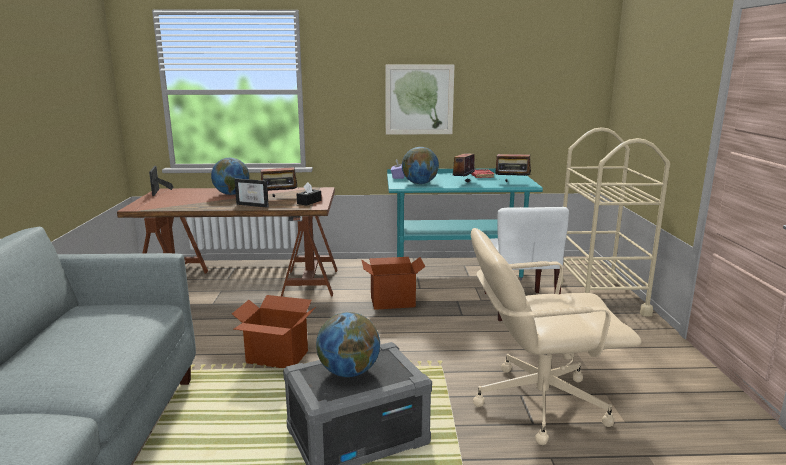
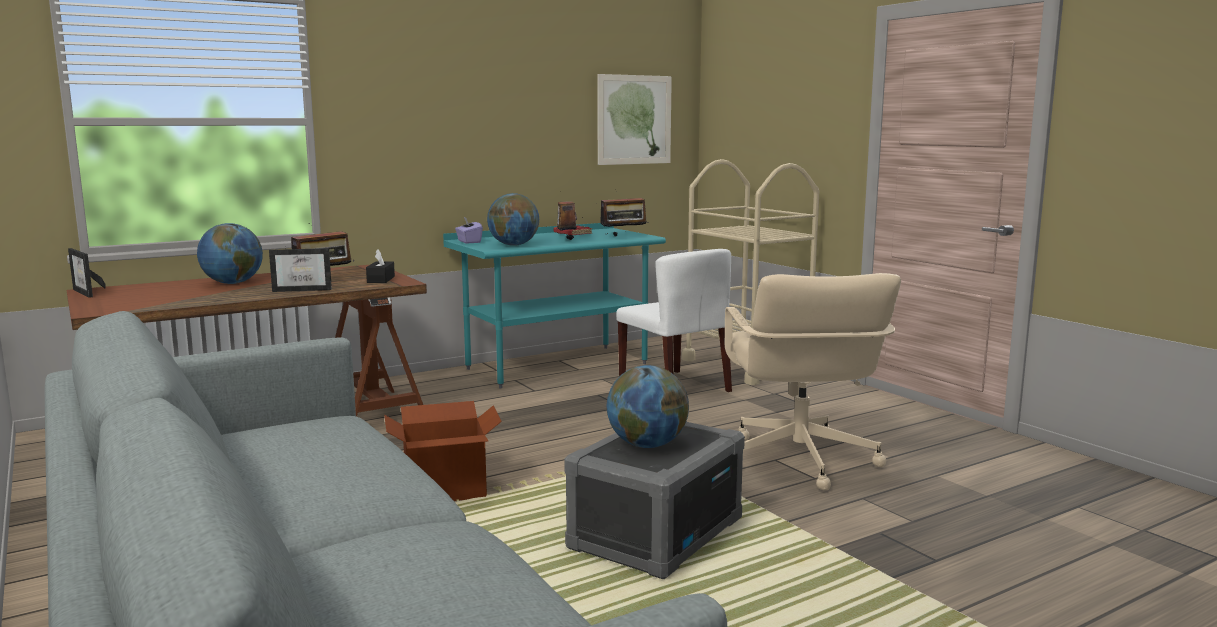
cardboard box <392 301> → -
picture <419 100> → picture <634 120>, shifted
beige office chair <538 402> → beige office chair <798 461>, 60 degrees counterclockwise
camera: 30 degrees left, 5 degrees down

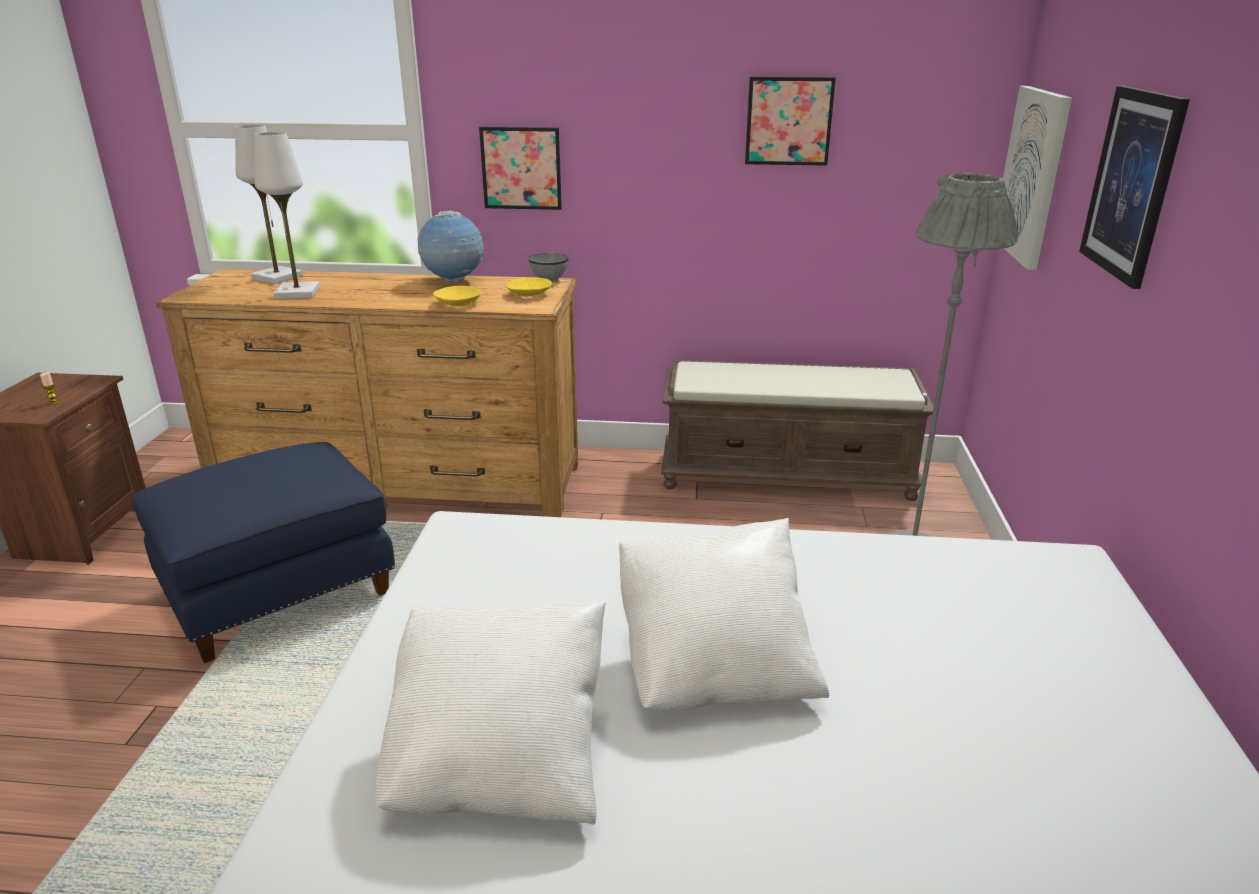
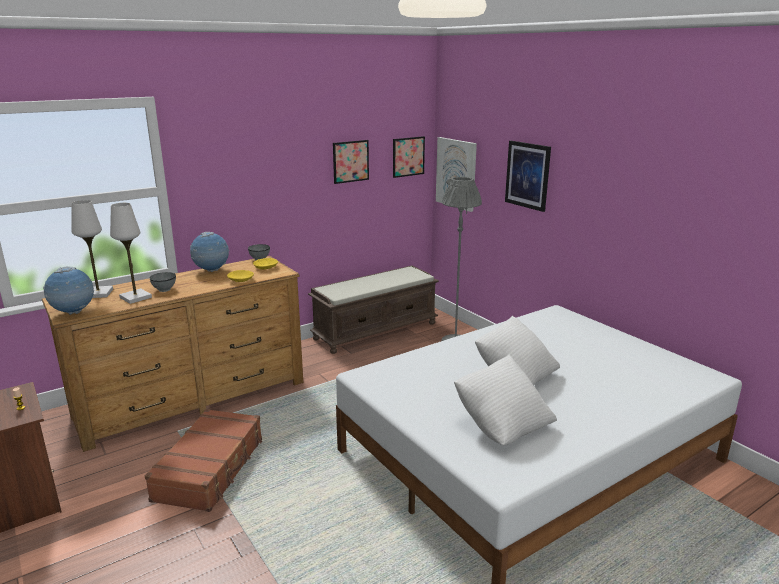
- → globe <73 313>
- → grey bowl <164 289>
picture <521 168> → picture <408 156>, shifted
blue ottoman <279 591> → brown suitcase <211 469>
camera: 40 degrees left, 5 degrees down

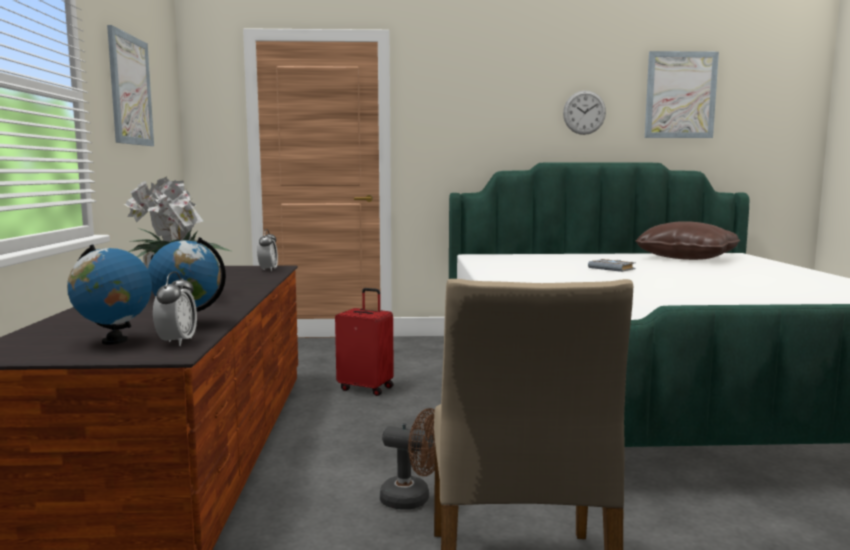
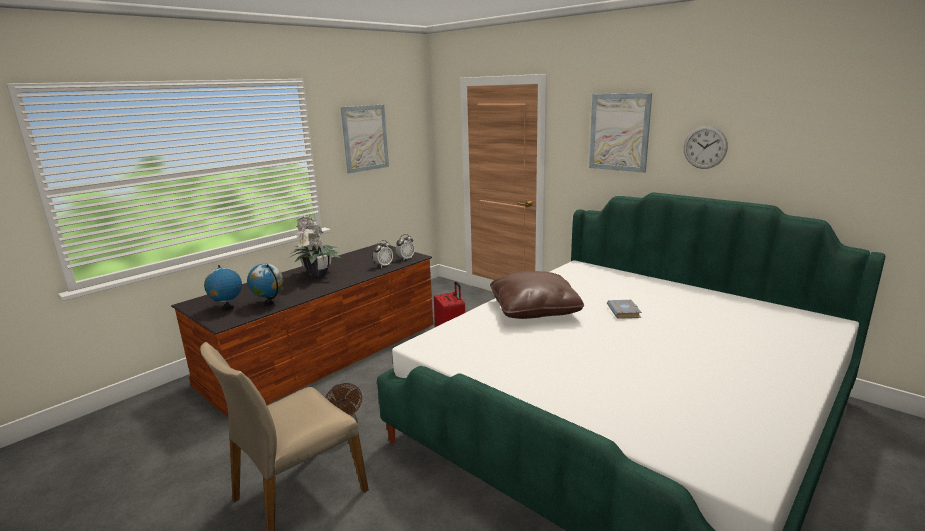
alarm clock <177 342> → alarm clock <383 265>, shifted
brown pillow <686 258> → brown pillow <534 310>, shifted
picture <680 95> → picture <619 132>, shifted
camera: 45 degrees right, 10 degrees up

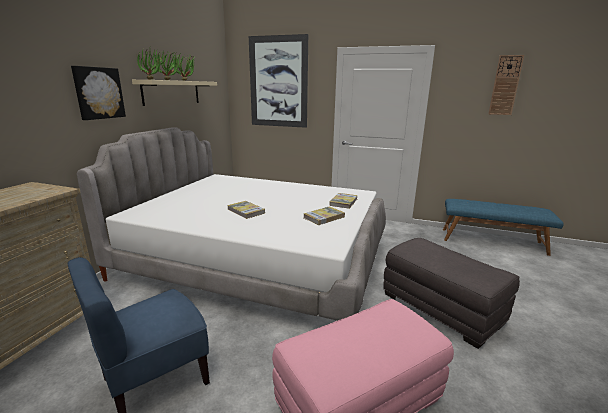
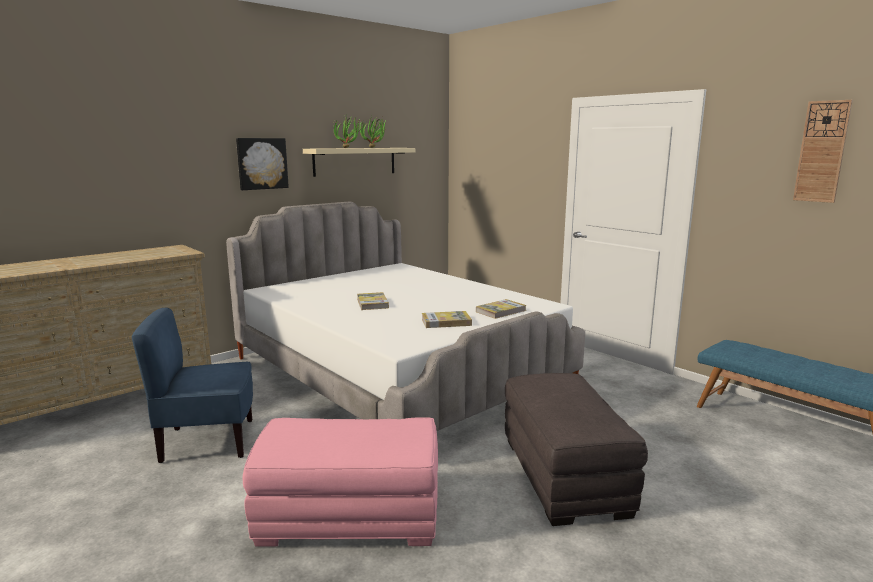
potted plant <153 79> → -
picture <278 82> → -
camera: 30 degrees right, 5 degrees down

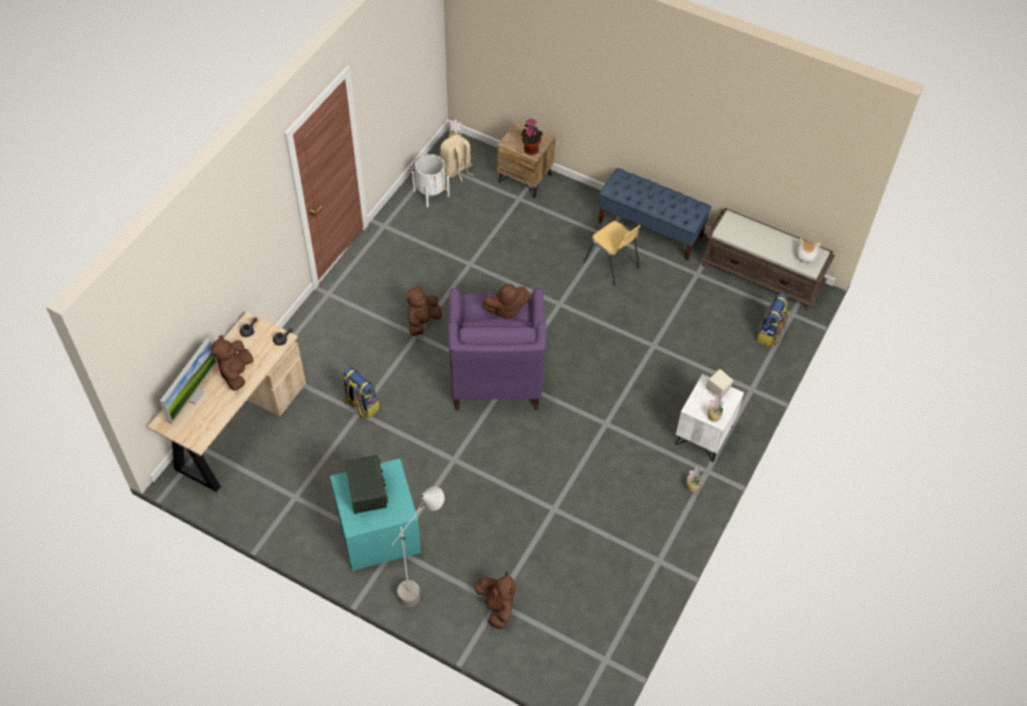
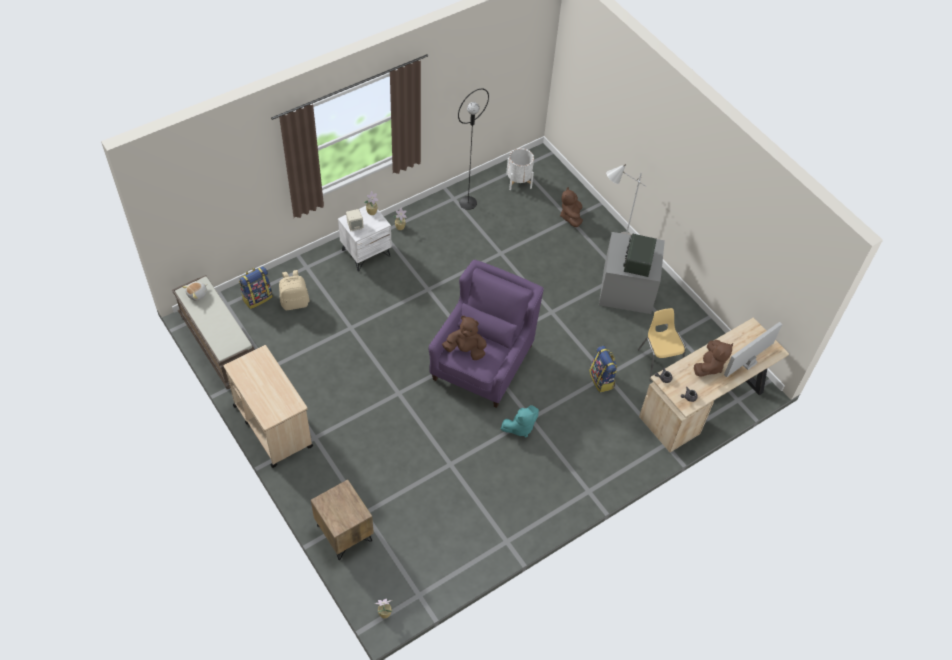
potted plant <530 149> → -
- → black floor lamp <468 202>
white planter <431 193> → white planter <519 181>, shifted
beige backpack <456 170> → beige backpack <295 302>, shifted
yellow chair <612 265> → yellow chair <659 361>, shifted
blue bench <650 229> → beige cart <272 425>
turquoise storage box <377 530> → grey storage box <628 290>
brown plush toy <422 322> → turquoise plush toy <520 427>
camera: 155 degrees left, 0 degrees up

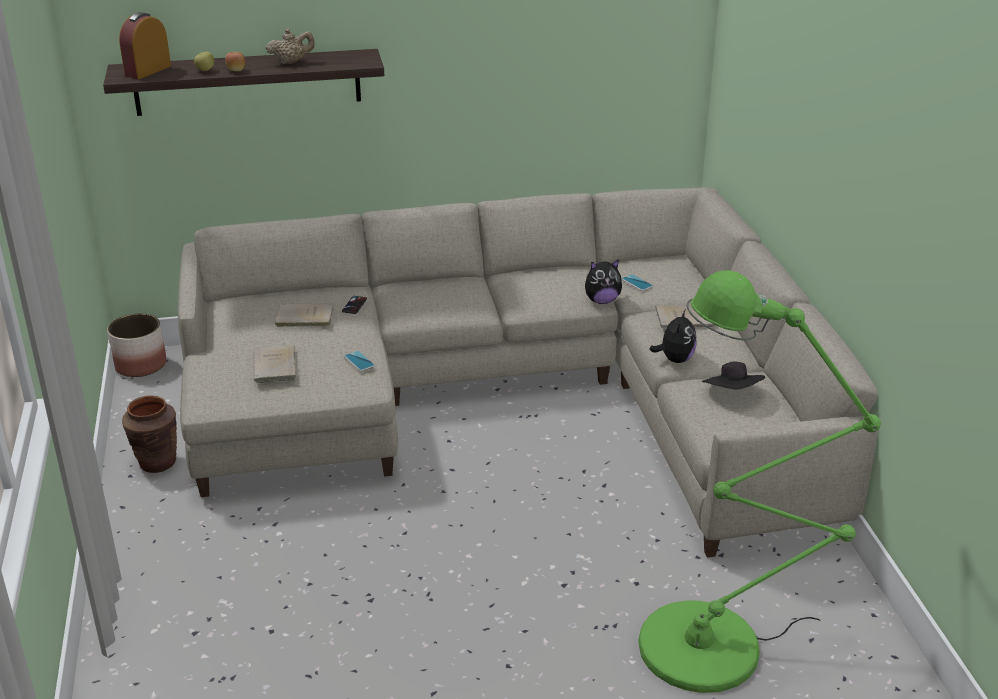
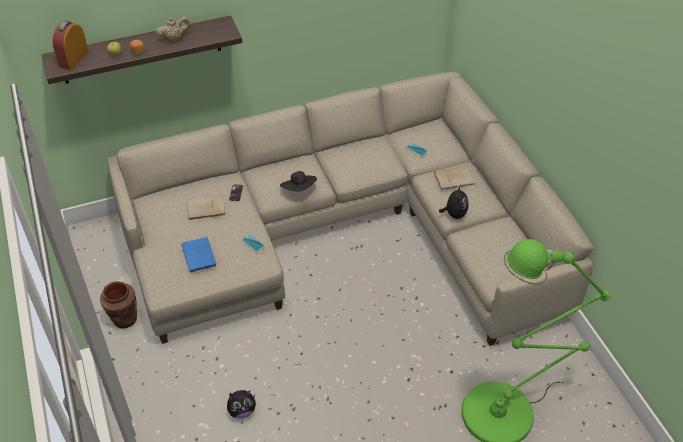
planter <141 365> → -
plush toy <602 301> → plush toy <242 411>, shifted
black hat <732 394> → black hat <299 189>, shifted
beige book <275 367> → blue book <199 256>
camera: 10 degrees left, 15 degrees up

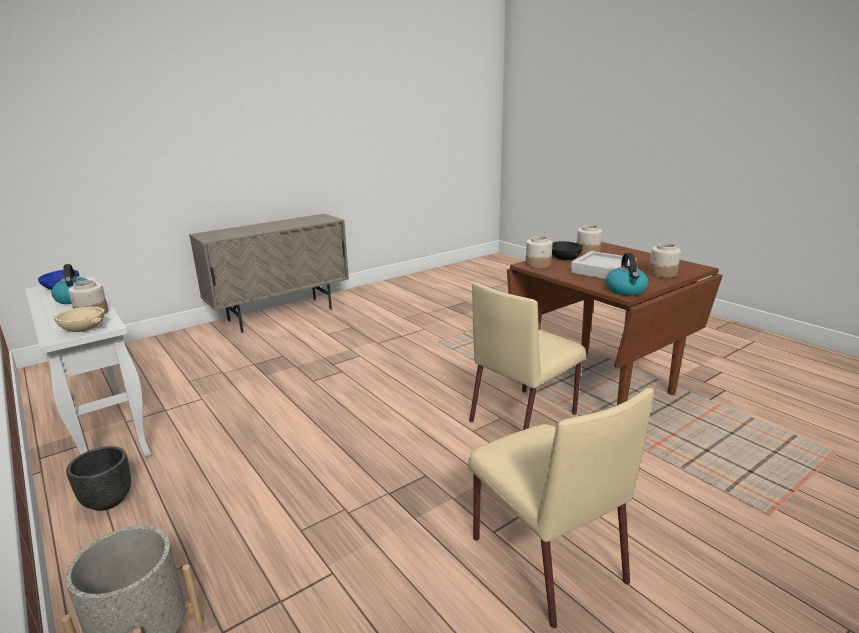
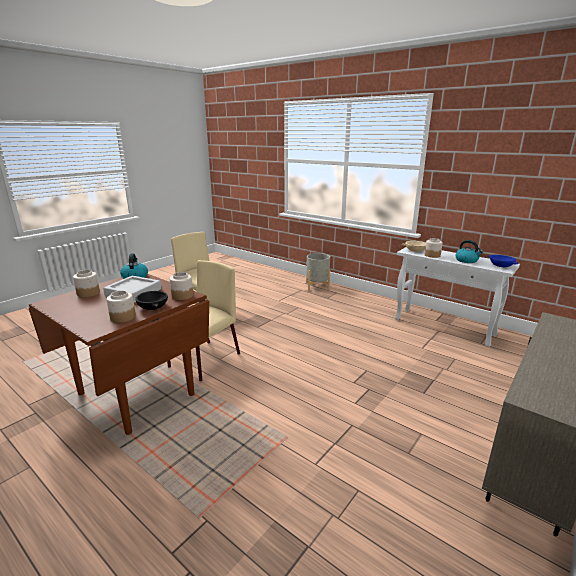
black planter <107 500> → -
camera: 165 degrees right, 0 degrees up

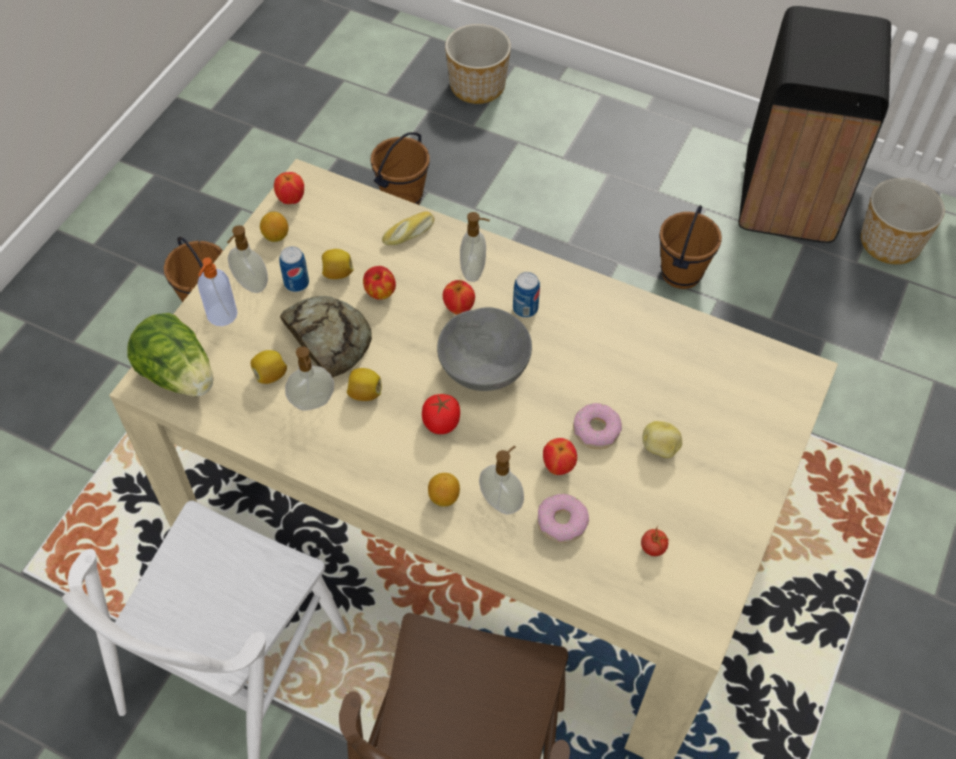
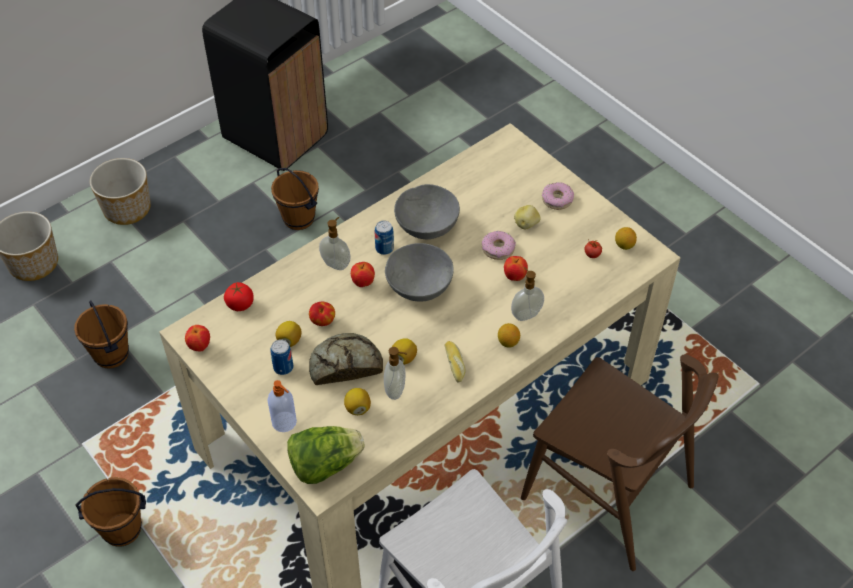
soap dispenser <250 285> → -
- → grey bowl <426 226>
lemon <275 236> → lemon <624 245>, shifted
bread <409 234> → bread <455 364>, shifted
tomato <441 422> → tomato <240 304>, shifted
donut <562 522> → donut <557 199>, shifted
planter <888 243> → planter <126 209>, shifted
camera: 65 degrees left, 5 degrees down

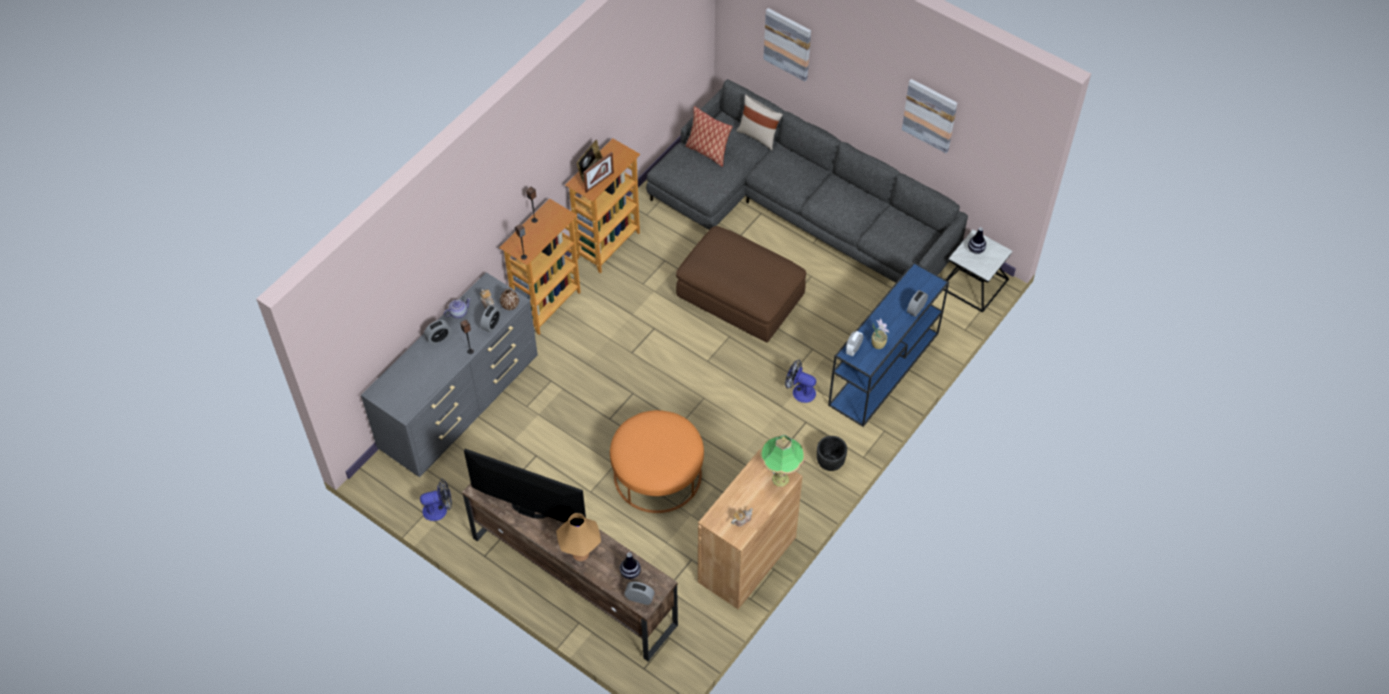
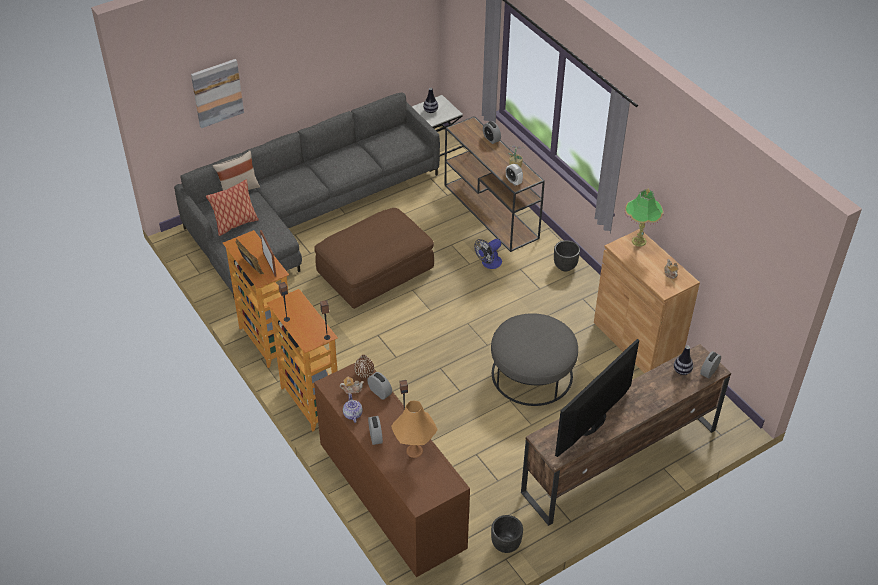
picture <930 115> → -
orange table lamp <580 553> → orange table lamp <414 451>, shifted
fan <439 509> → black planter <505 545>
grey dresser <461 404> → brown dresser <391 498>
orange ottoman <657 474> → grey ottoman <532 374>
blue console table <883 370> → brown console table <491 212>
camera: 70 degrees left, 10 degrees down

